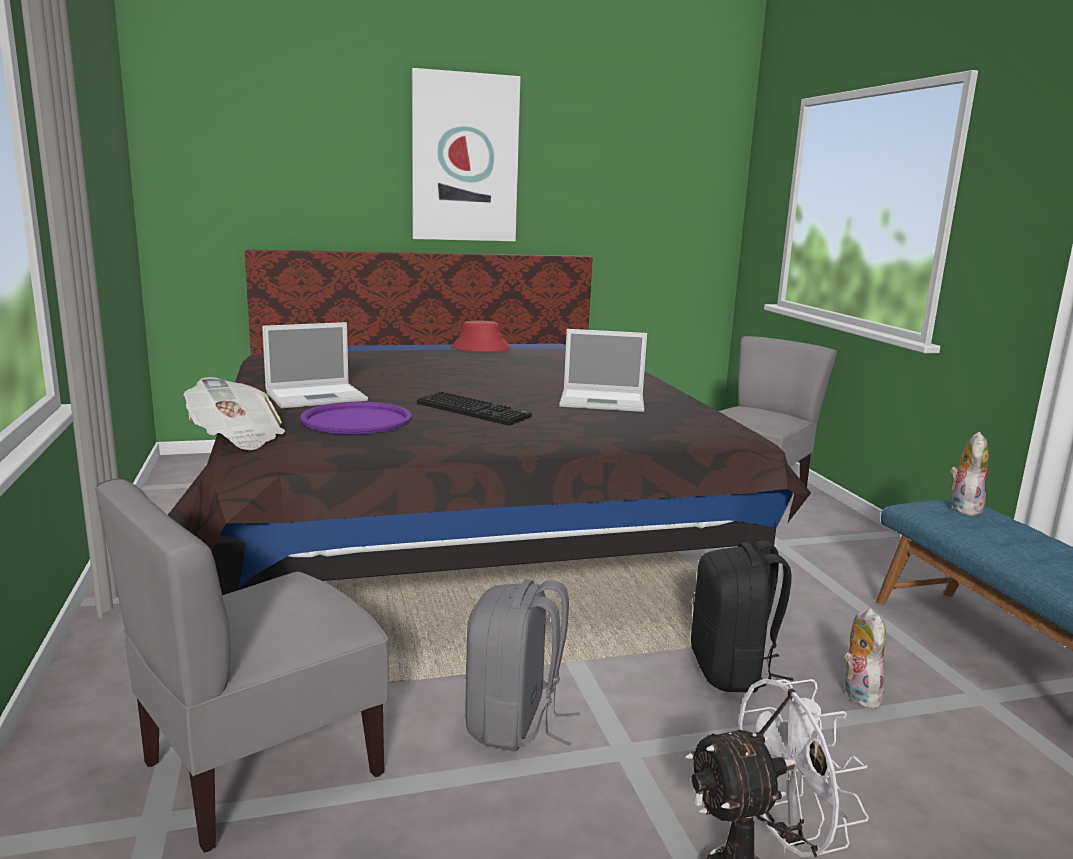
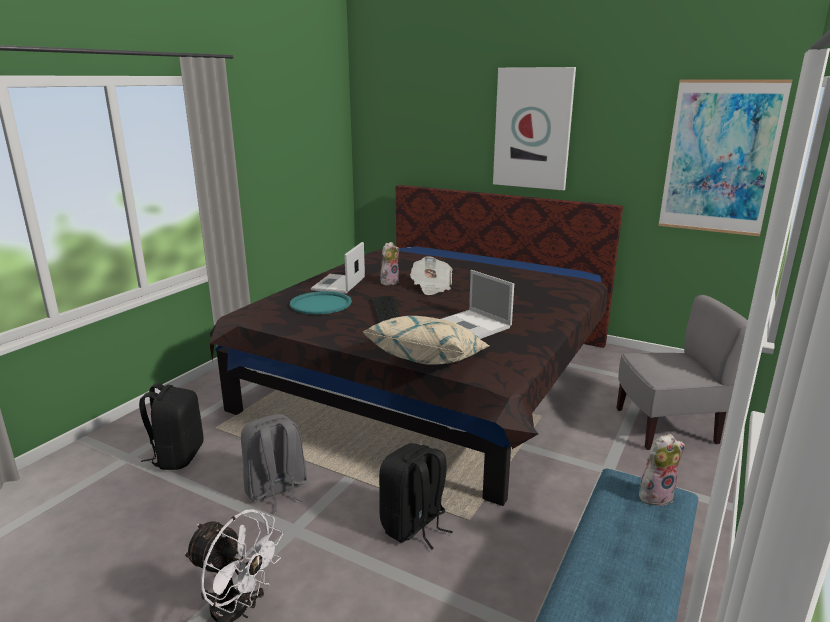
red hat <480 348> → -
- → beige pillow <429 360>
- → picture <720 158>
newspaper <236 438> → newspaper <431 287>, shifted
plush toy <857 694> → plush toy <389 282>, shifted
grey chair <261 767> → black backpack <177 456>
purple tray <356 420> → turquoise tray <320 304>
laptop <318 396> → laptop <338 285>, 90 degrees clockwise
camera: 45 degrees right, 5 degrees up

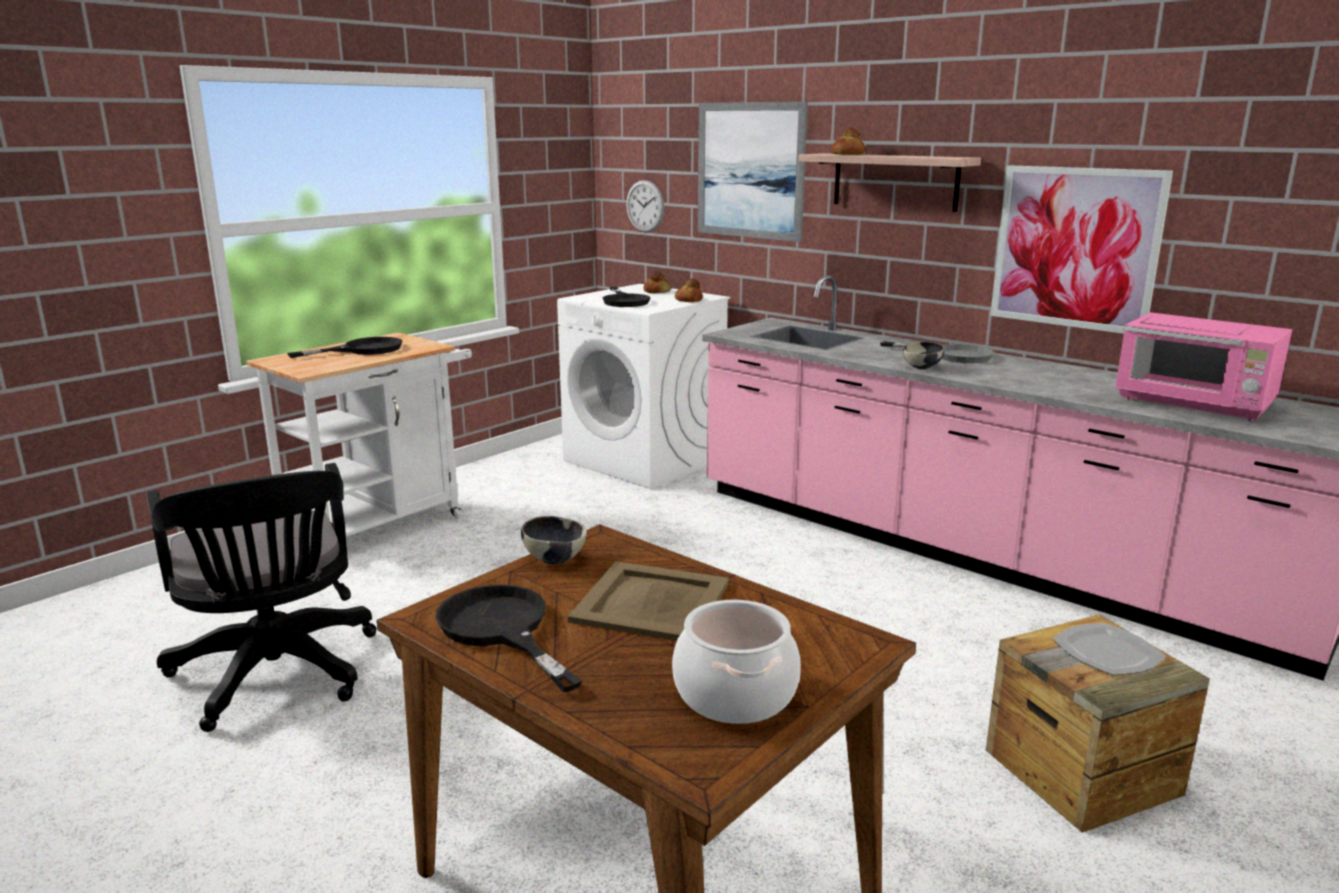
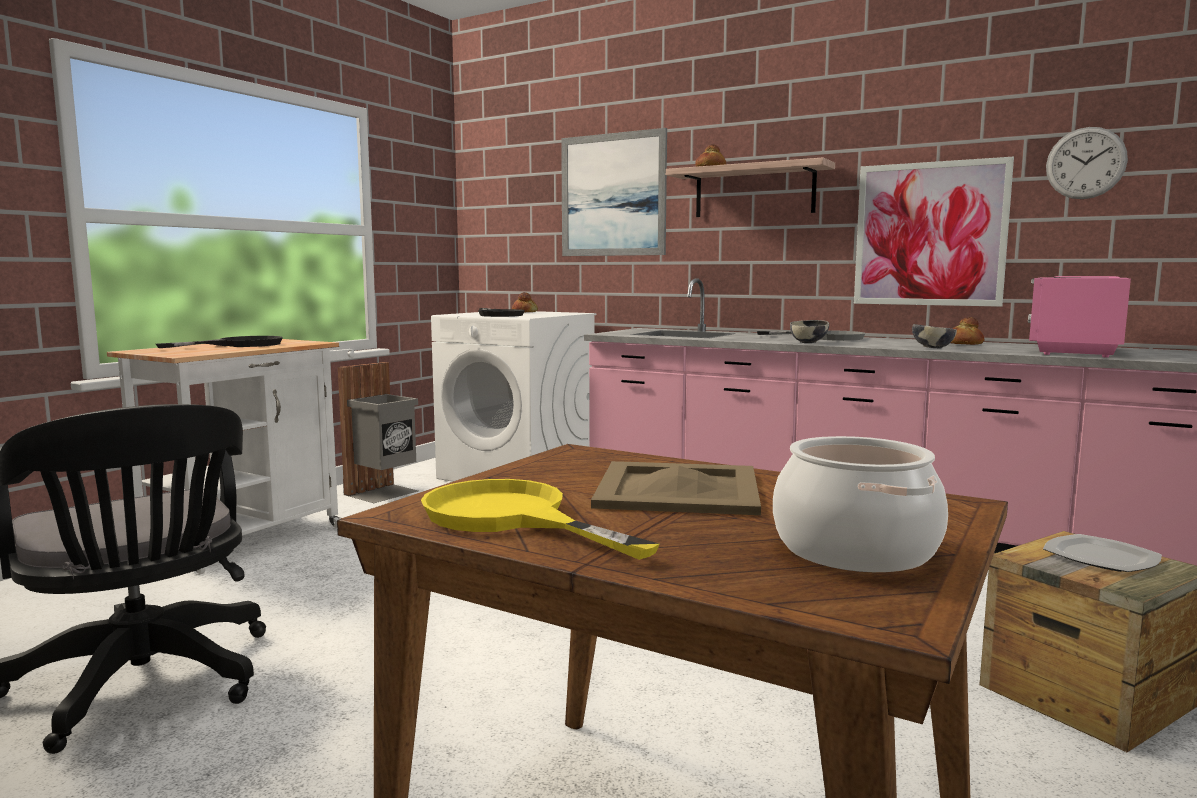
- → grey trash can <384 493>
bowl <554 559> → bowl <932 348>, shifted
wall clock <645 206> → wall clock <1085 163>, shifted
bread <688 300> → bread <963 343>, shifted
black frying pan <501 630> → yellow frying pan <511 518>
pink microwave <1195 404> → pink microwave <1073 351>, 90 degrees clockwise
camera: 10 degrees left, 10 degrees down

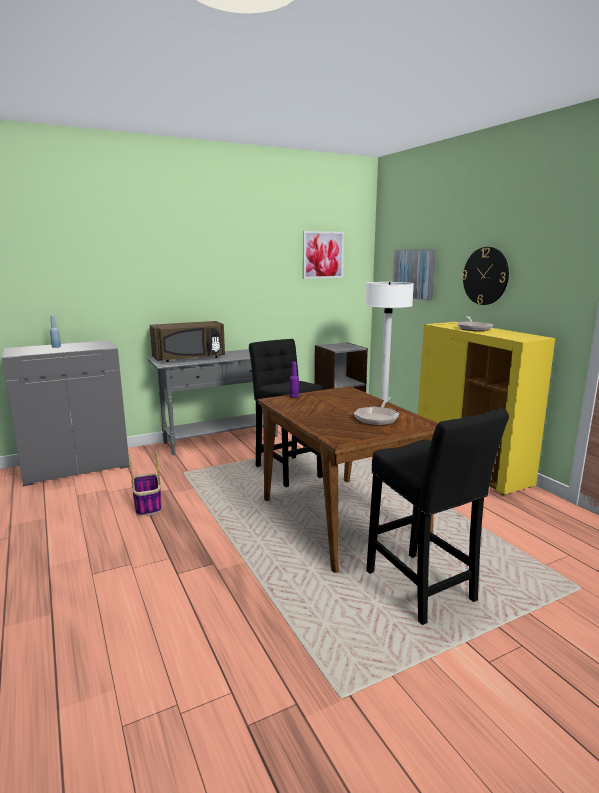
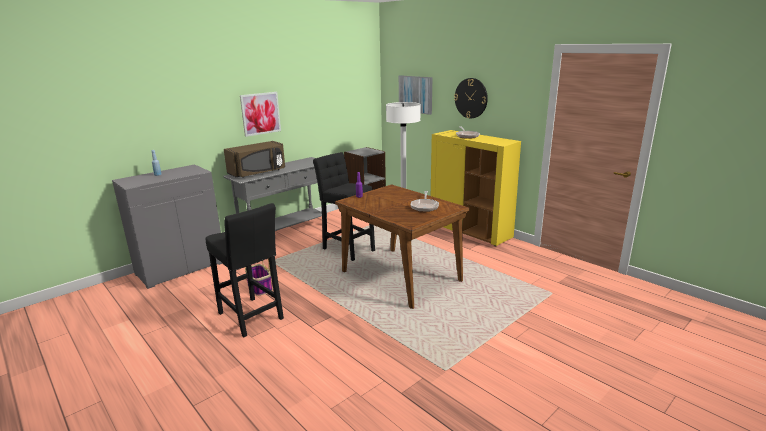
picture <322 255> → picture <260 113>, shifted
black stool <422 590> → black stool <251 318>, shifted
camera: 15 degrees left, 5 degrees up

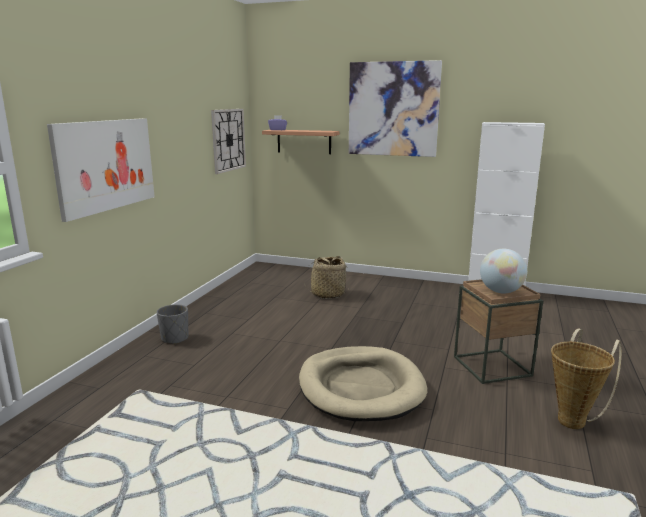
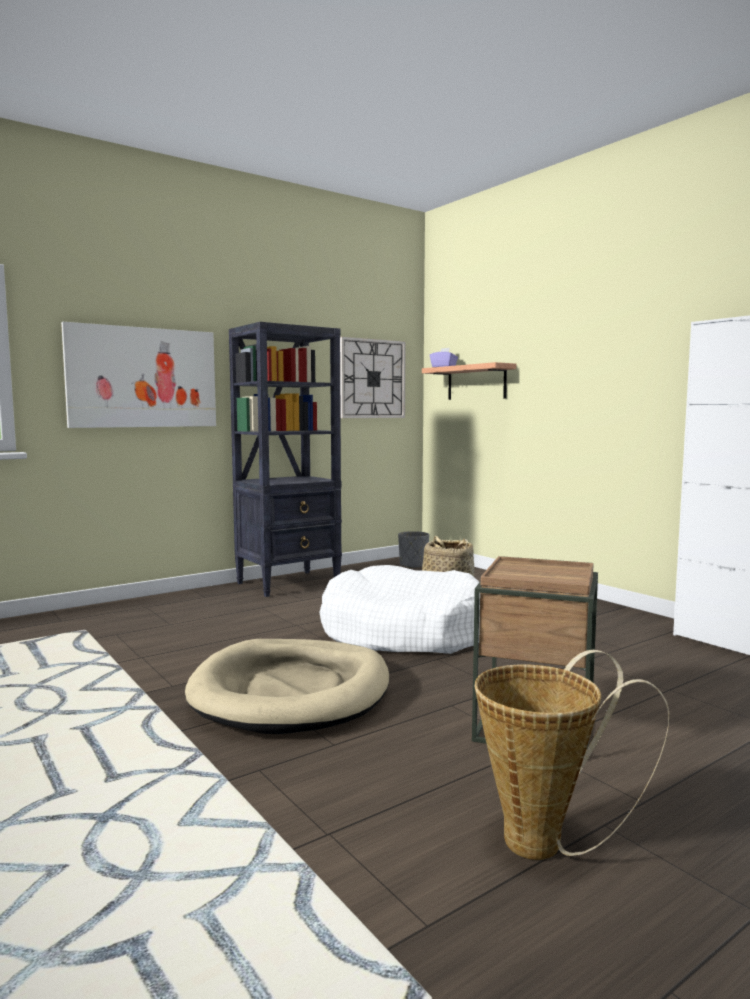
picture <393 109> → -
globe <501 292> → -
- → black bookcase <289 583>
- → white dog bed <403 632>
grey planter <175 338> → grey planter <413 565>, shifted
camera: 35 degrees right, 10 degrees down

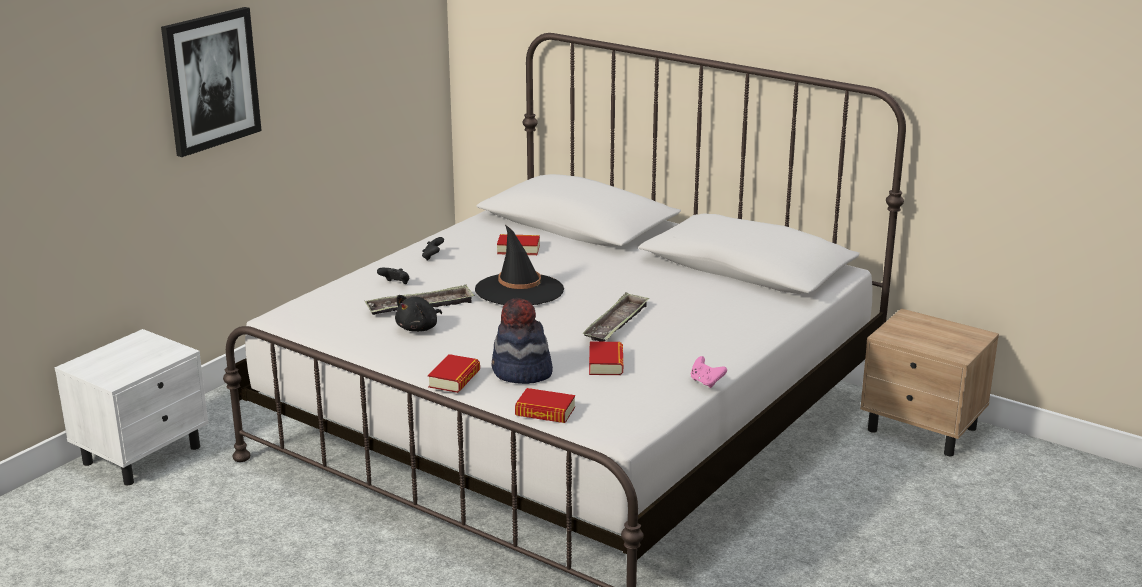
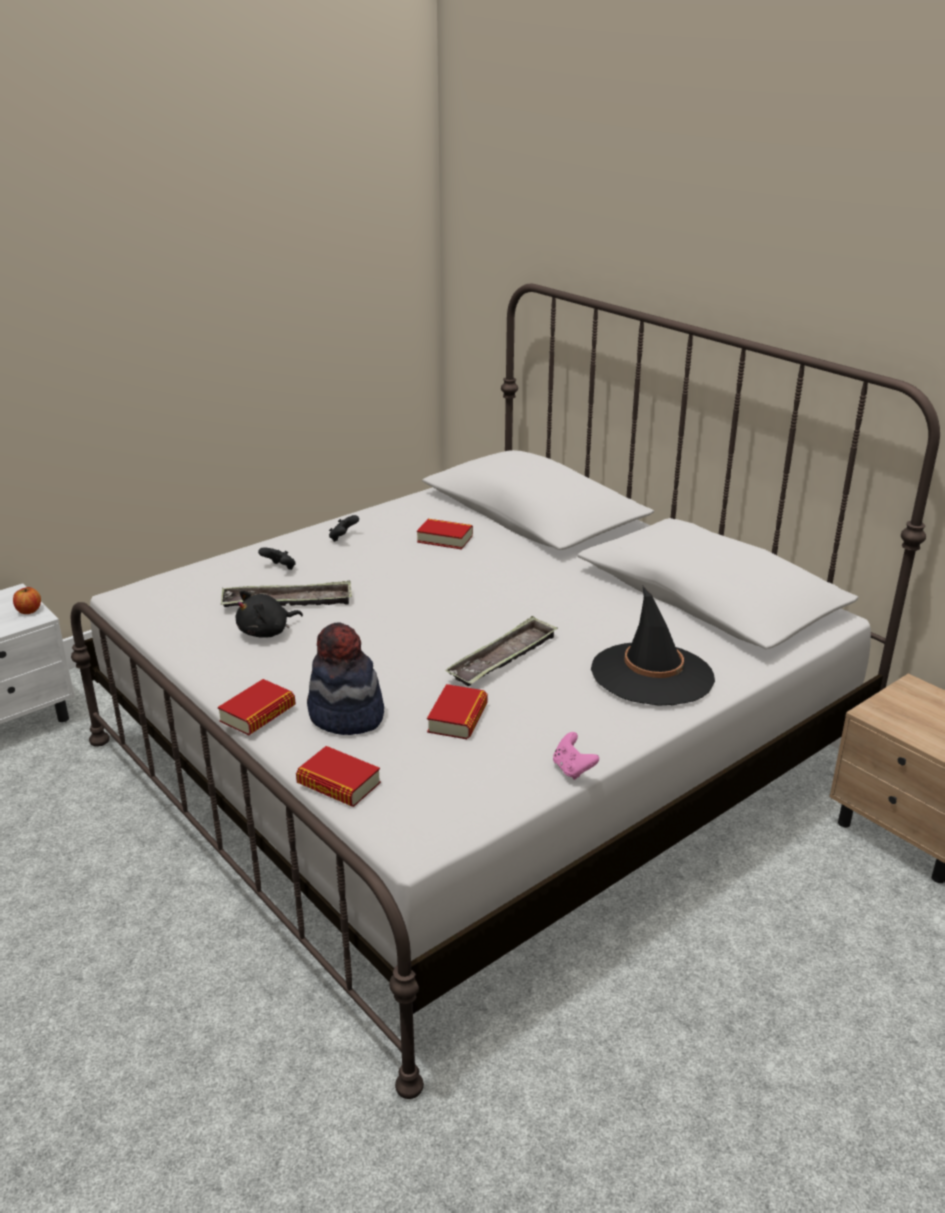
picture <211 80> → -
- → apple <29 611>
black hat <519 290> → black hat <652 674>, shifted
camera: 15 degrees right, 5 degrees up

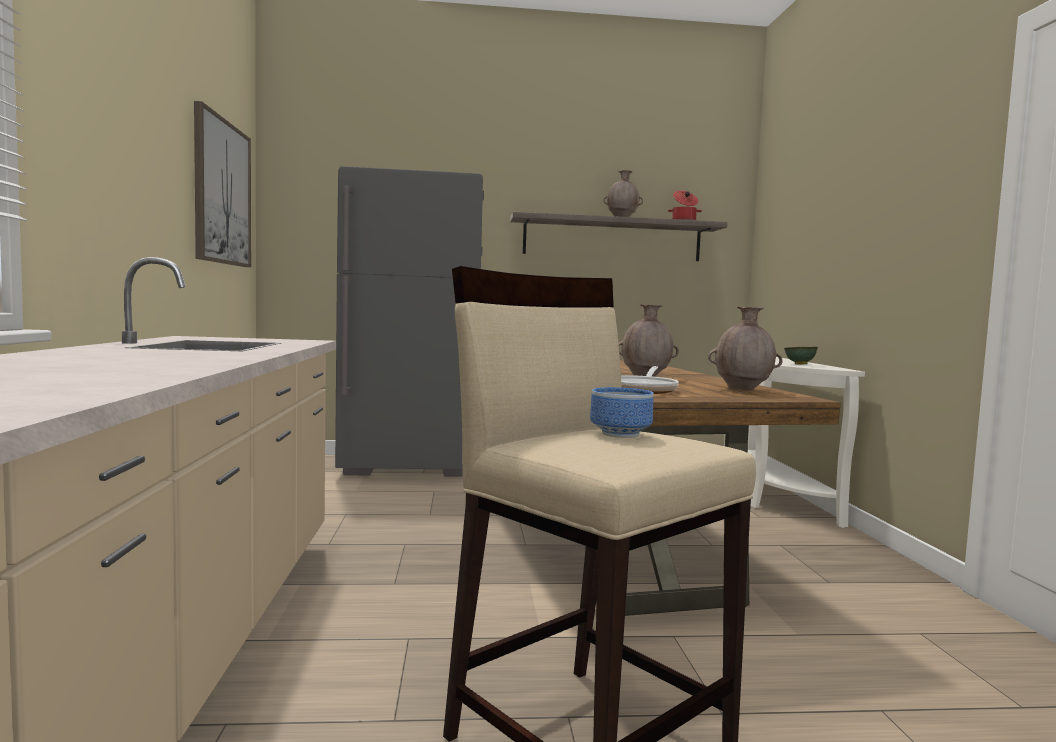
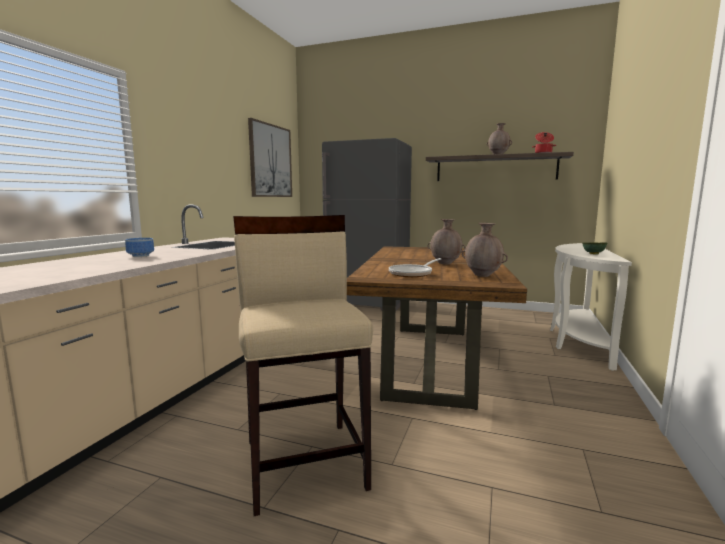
bowl <619 433> → bowl <141 256>, shifted
camera: 25 degrees right, 5 degrees up

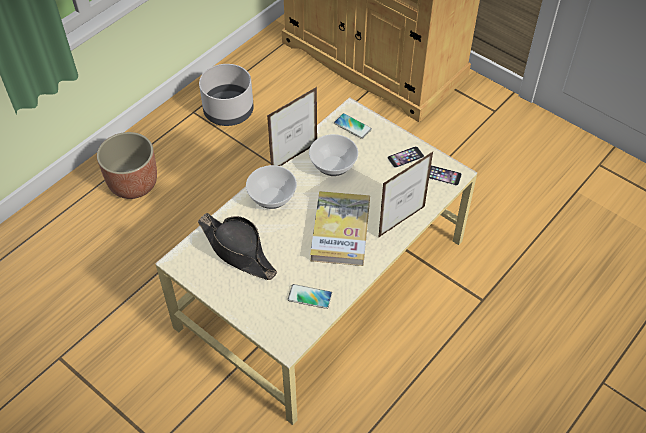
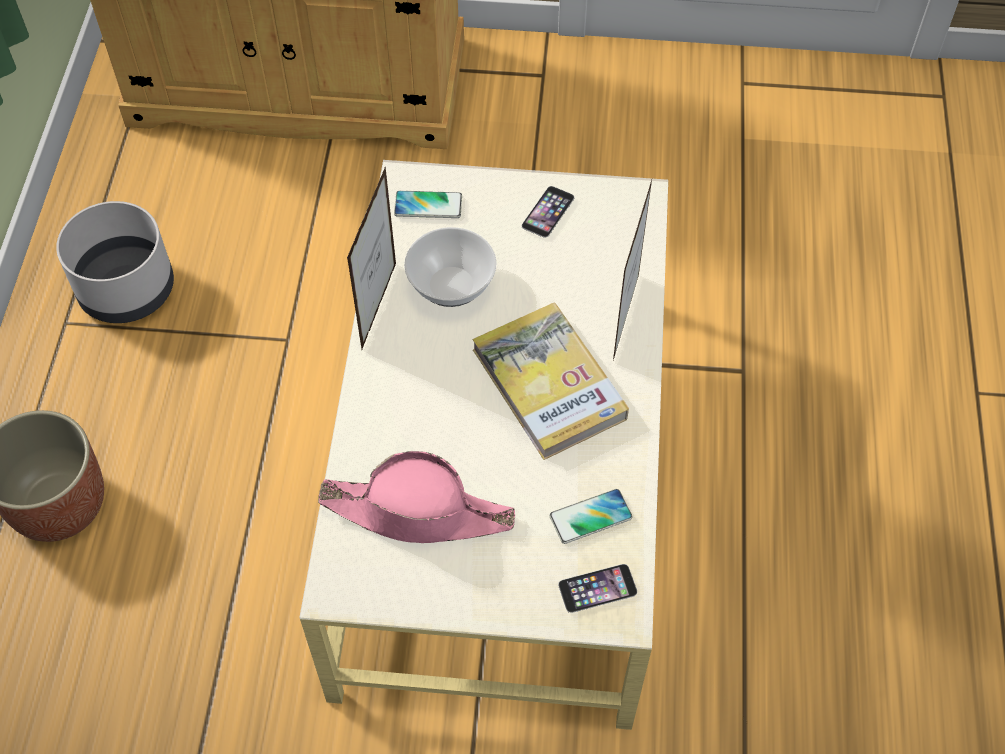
bowl <271 198> → -
phone <443 175> → phone <597 588>, shifted
black hat <238 251> → pink hat <418 512>
camera: 35 degrees left, 5 degrees up

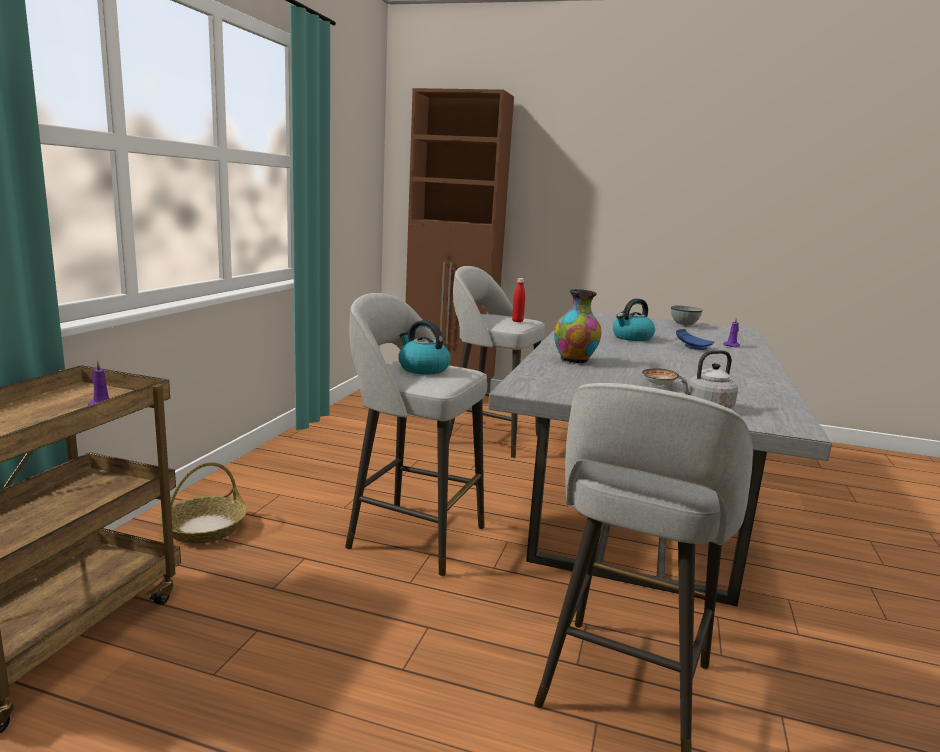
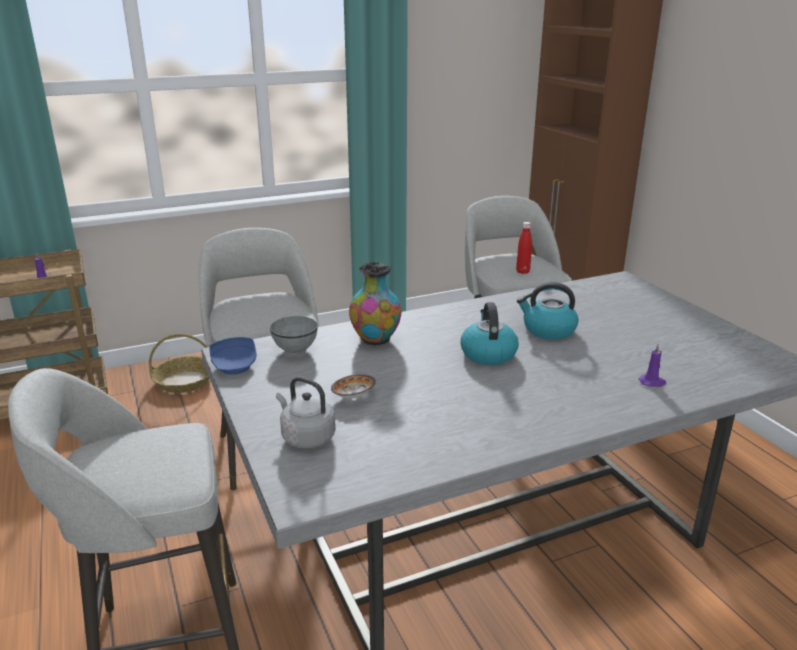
kettle <422 369> → kettle <488 354>, shifted
grey bowl <684 325> → grey bowl <295 350>, shifted
blue plate <692 347> → blue plate <235 365>, shifted
camera: 50 degrees right, 10 degrees up

